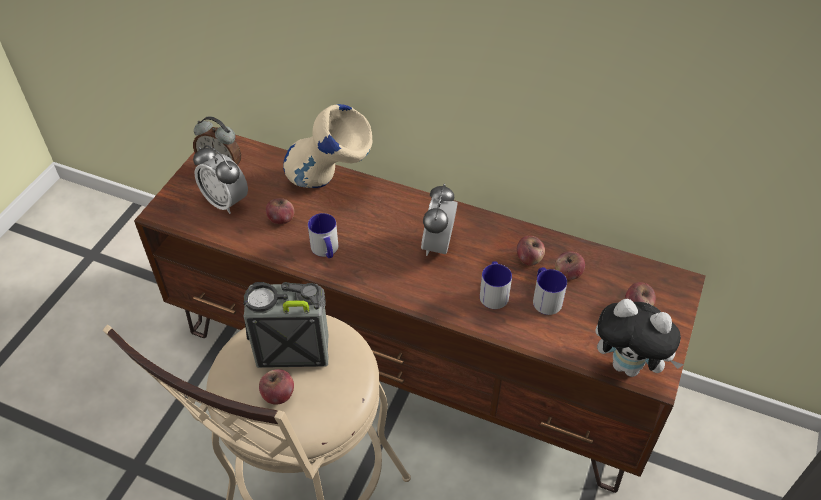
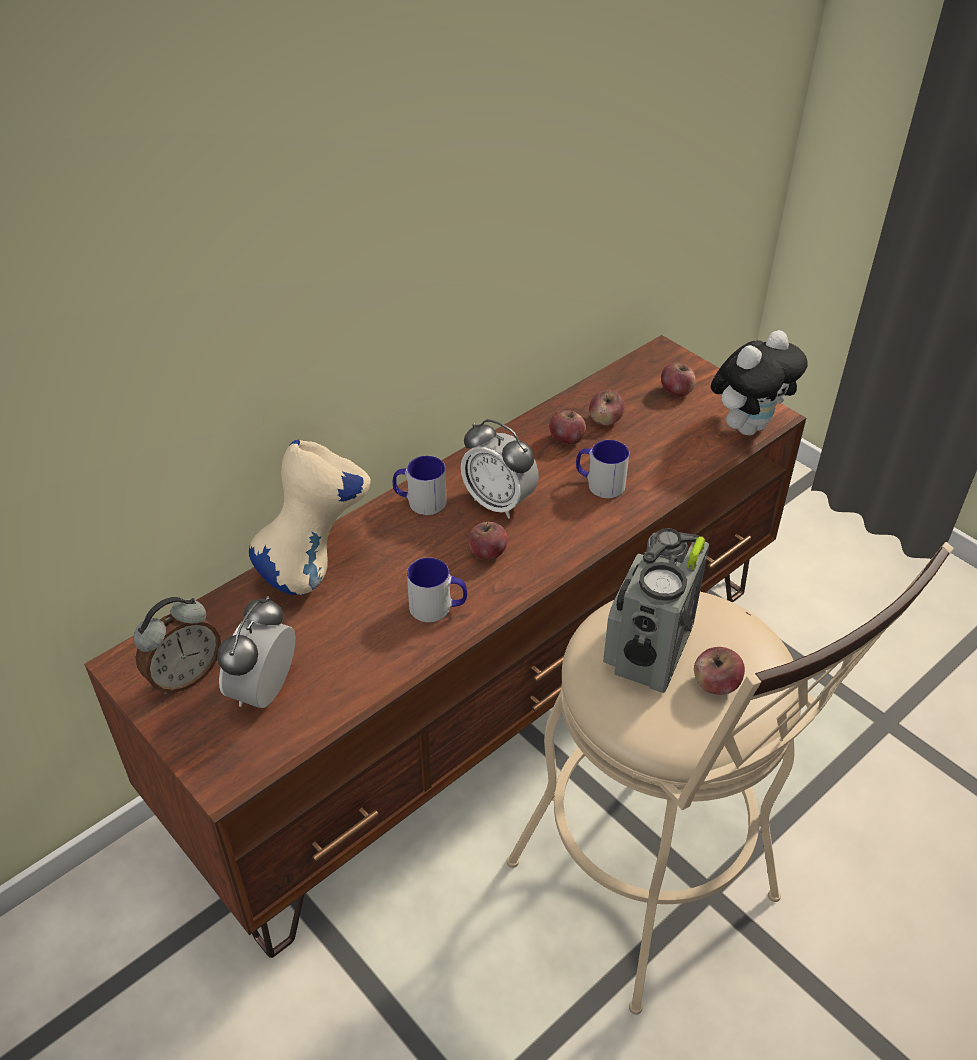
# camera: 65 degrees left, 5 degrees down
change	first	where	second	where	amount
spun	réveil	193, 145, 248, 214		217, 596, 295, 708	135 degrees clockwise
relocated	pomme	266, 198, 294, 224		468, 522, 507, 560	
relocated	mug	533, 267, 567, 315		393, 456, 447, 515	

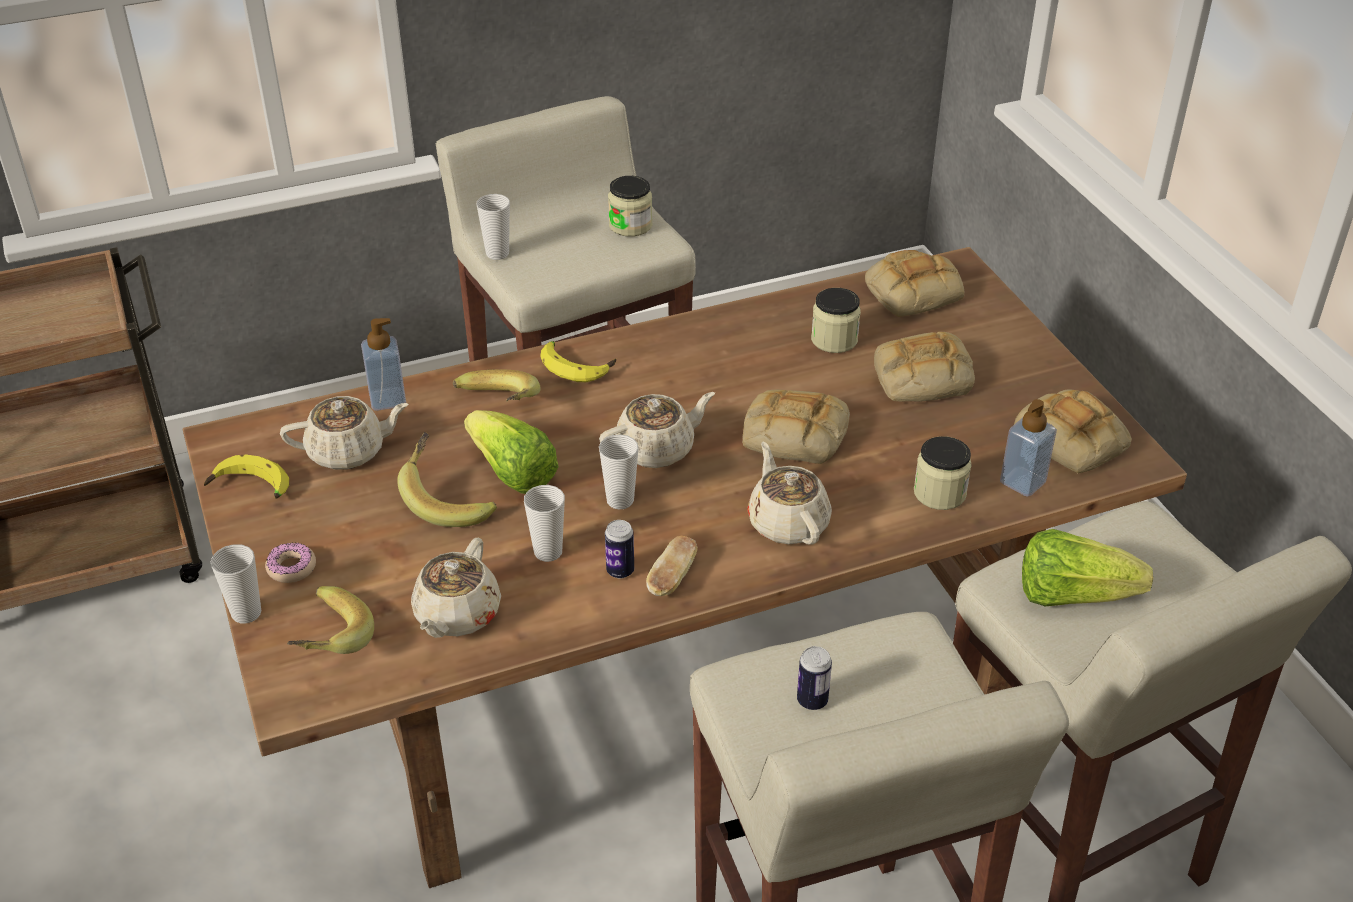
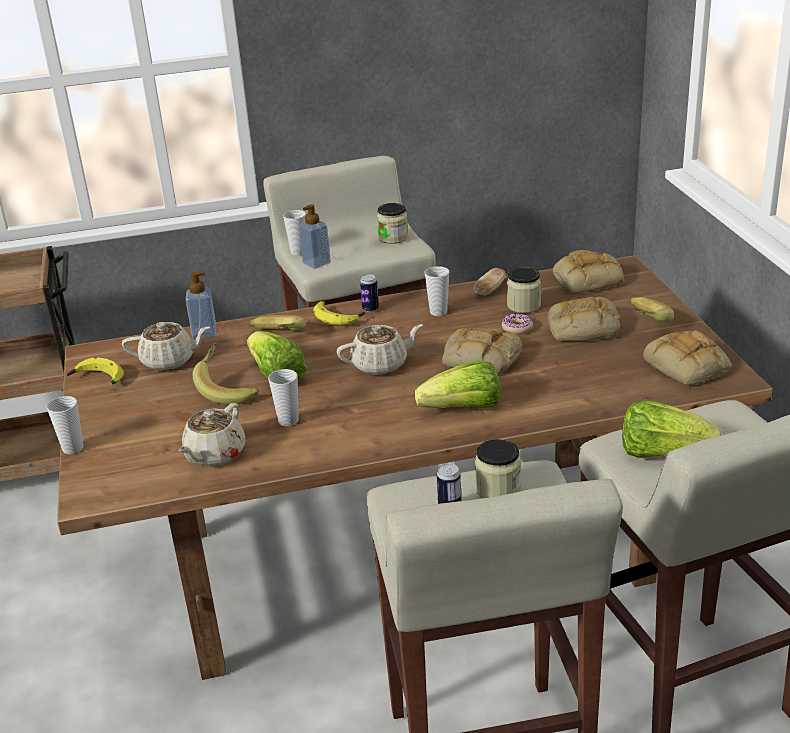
# camera: 10 degrees right, 10 degrees down
change	first	where	second	where	amount
relocated	beignet	265, 542, 316, 583		502, 313, 533, 334	
relocated	banane	287, 586, 374, 654		630, 297, 674, 323	
relocated	tasse	599, 434, 639, 510		424, 266, 449, 316	
relocated	boîte métallique	605, 520, 634, 579		360, 274, 379, 312	
relocated	pain	646, 536, 698, 596		474, 268, 506, 296	
exchanged	théière (beige)	747, 442, 832, 544	laitue	415, 360, 501, 408	
relocated	bocal	914, 436, 972, 510		475, 439, 521, 498	
relocated	distributeur de savon	1000, 399, 1057, 497		299, 204, 331, 269	

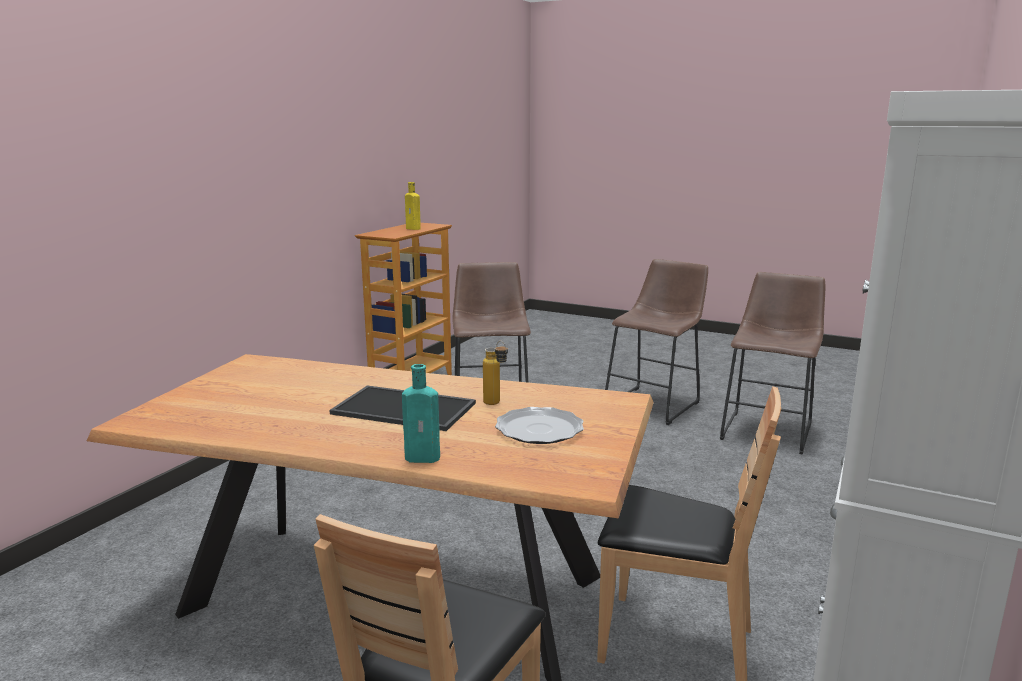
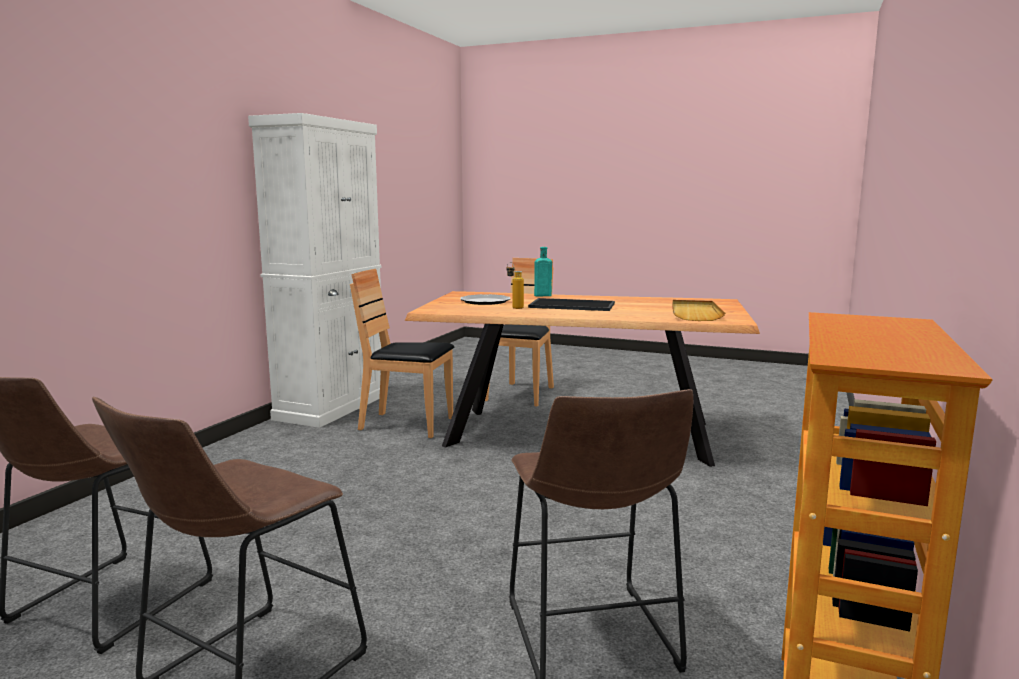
# camera: 175 degrees right, 5 degrees down
change	first	where	second	where	amount
missing	bouteille (jaune)	405, 182, 421, 230			
appeared			plateau (beige)	672, 300, 725, 321	

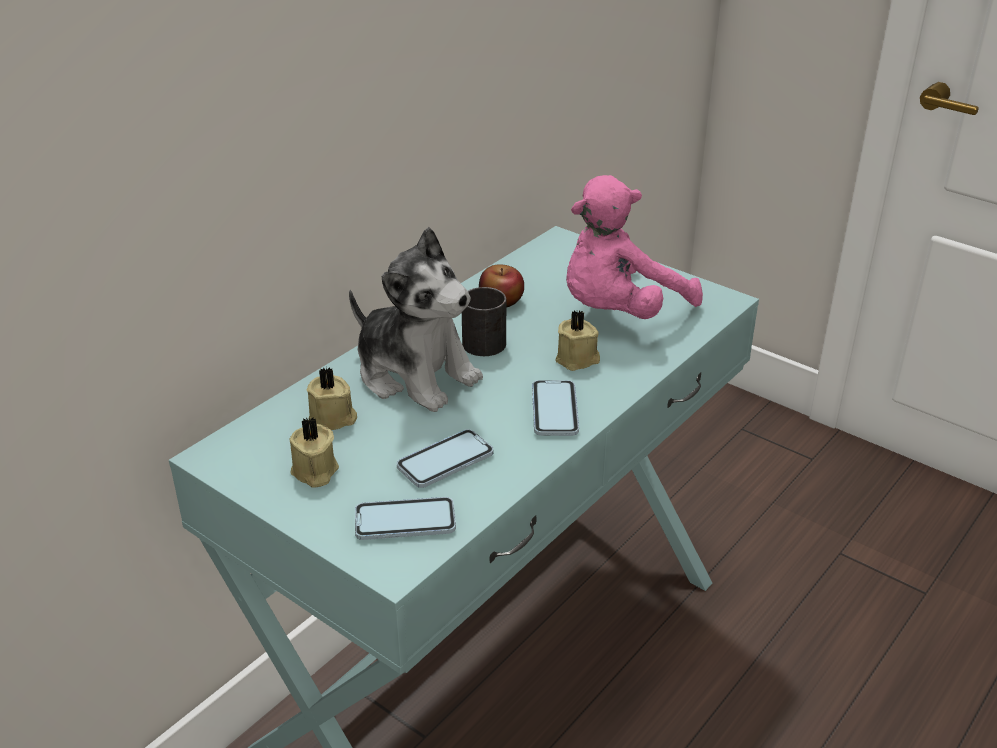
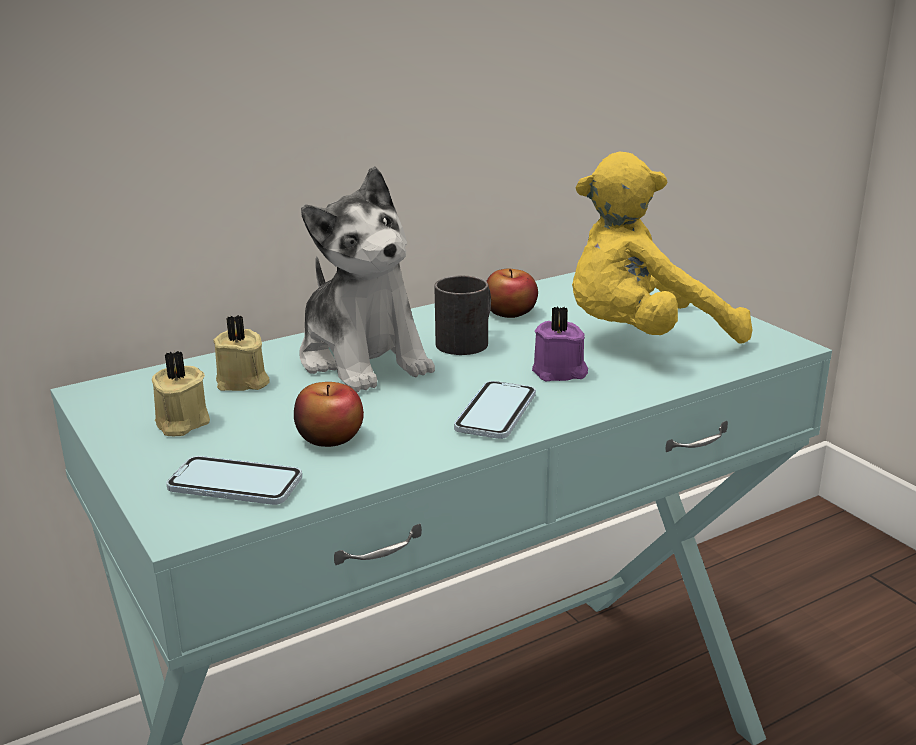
# camera: 20 degrees right, 10 degrees down
change	first	where	second	where	amount
exchanged	téléphone	397, 429, 493, 488	pomme	294, 382, 364, 447	
colour	bougie (beige)	555, 311, 600, 371	bougie (violet)	532, 306, 588, 381	
colour	peluche (rose)	566, 175, 703, 319	peluche (jaune)	572, 152, 752, 344	

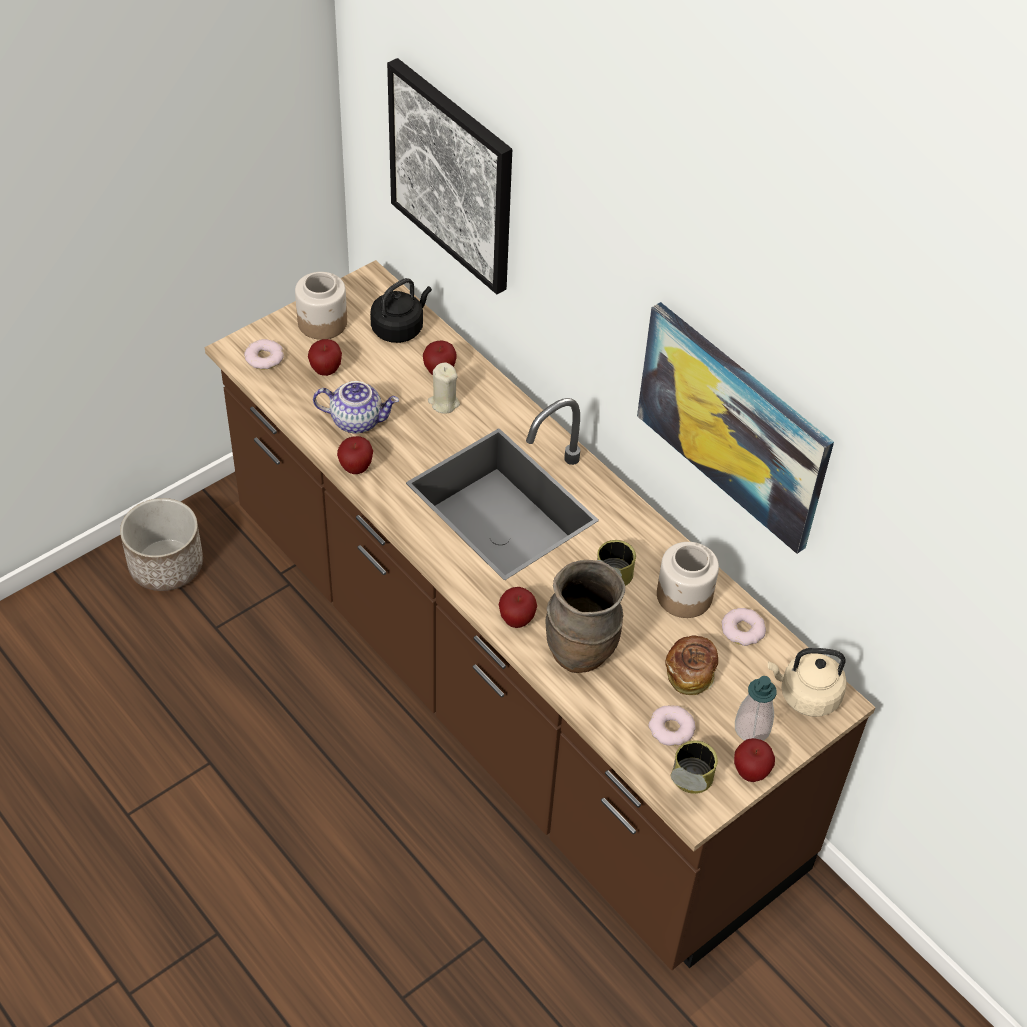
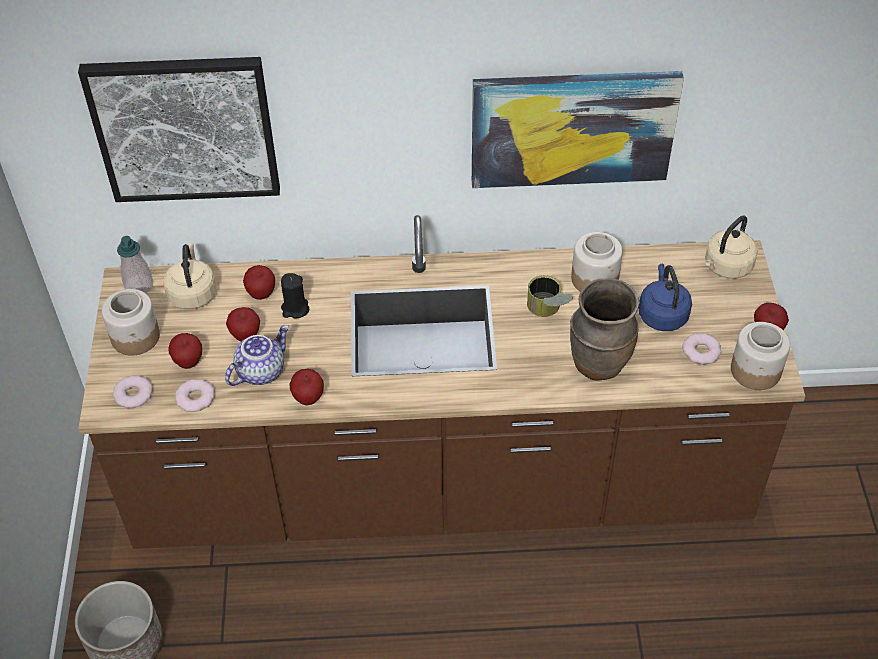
# camera: 50 degrees left, 0 degrees up
change	first	where	second	where	amount
colour	bouilloire (noir)	370, 278, 432, 343	bouilloire (beige)	163, 243, 216, 309	
colour	bougie (beige)	428, 362, 460, 414	bougie (noir)	281, 273, 309, 319	
relocated	pomme	499, 587, 537, 628		226, 307, 260, 341	
exchanged	pain	666, 635, 718, 695	bouilloire (bleu)	639, 264, 692, 331	
exchanged	boîte métallique	670, 741, 718, 794	bocal	731, 322, 790, 390	
relocated	beignet	722, 608, 766, 646		175, 379, 215, 412	
relocated	distributeur de savon	735, 676, 777, 741		117, 236, 153, 293	

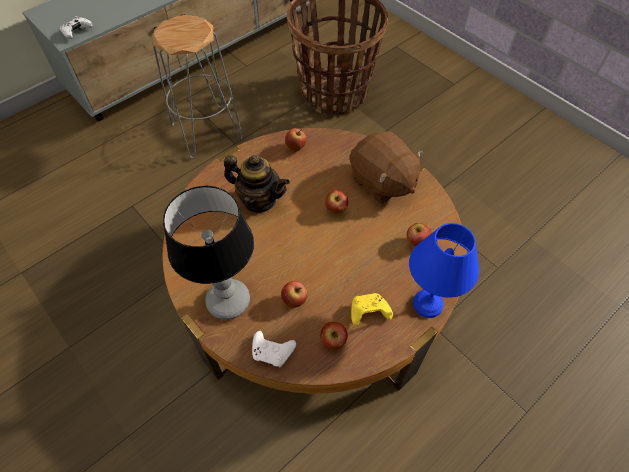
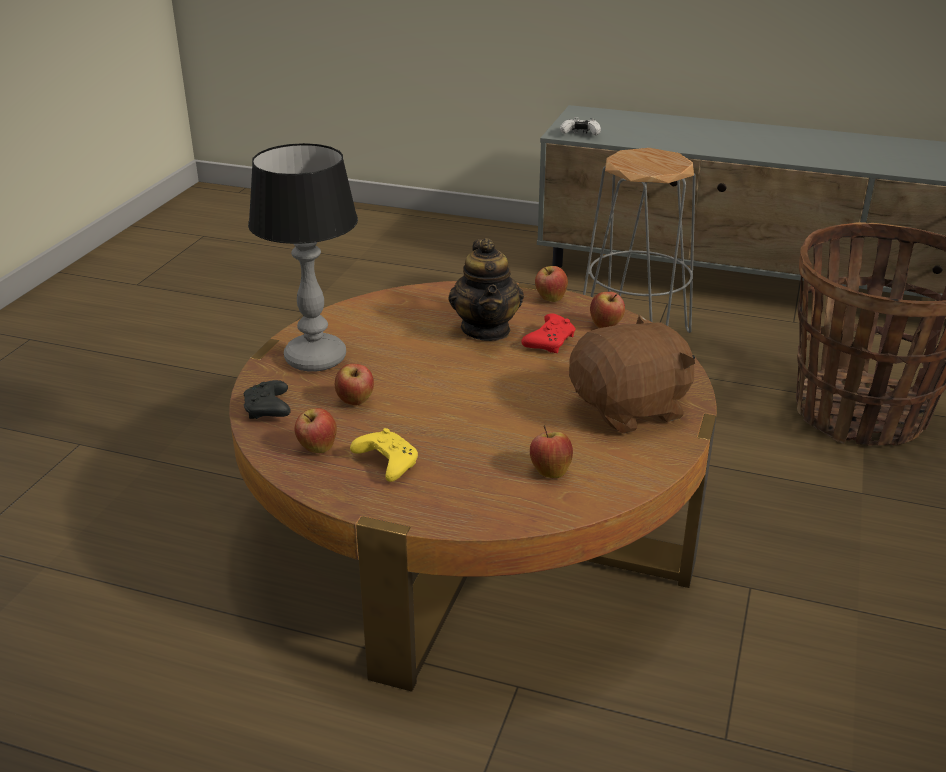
# camera: 60 degrees right, 25 degrees down
change	first	where	second	where	amount
colour	manette (blanc)	252, 331, 296, 367	manette (noir)	243, 380, 291, 419	
relocated	pomme	325, 190, 348, 214		535, 266, 568, 302	
spun	peluche (marron)	350, 131, 424, 204		569, 314, 695, 434	135 degrees counterclockwise
missing	lampe de table (bleu)	409, 223, 479, 318			
appeared			manette (rouge)	521, 313, 575, 353	

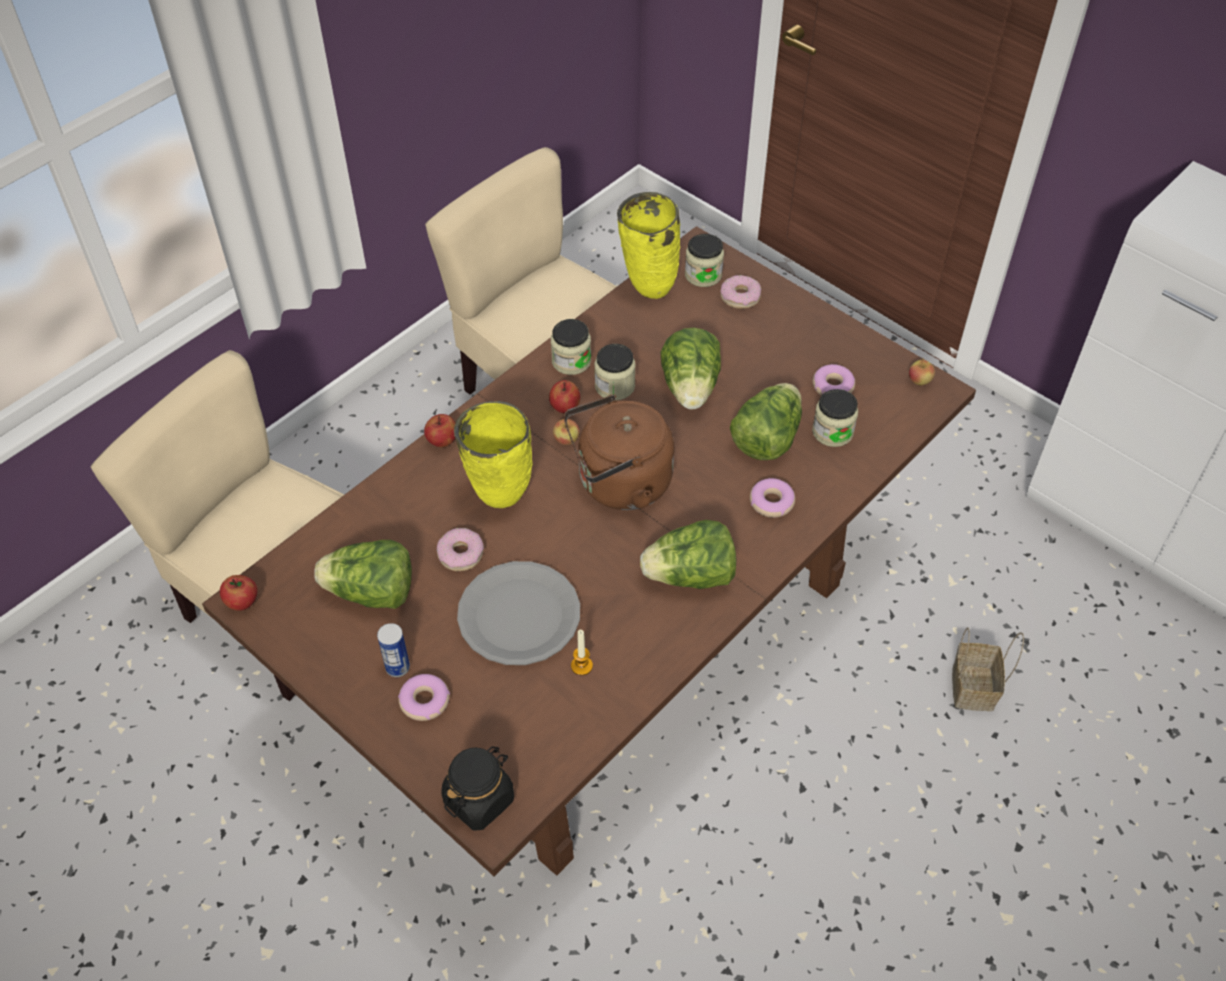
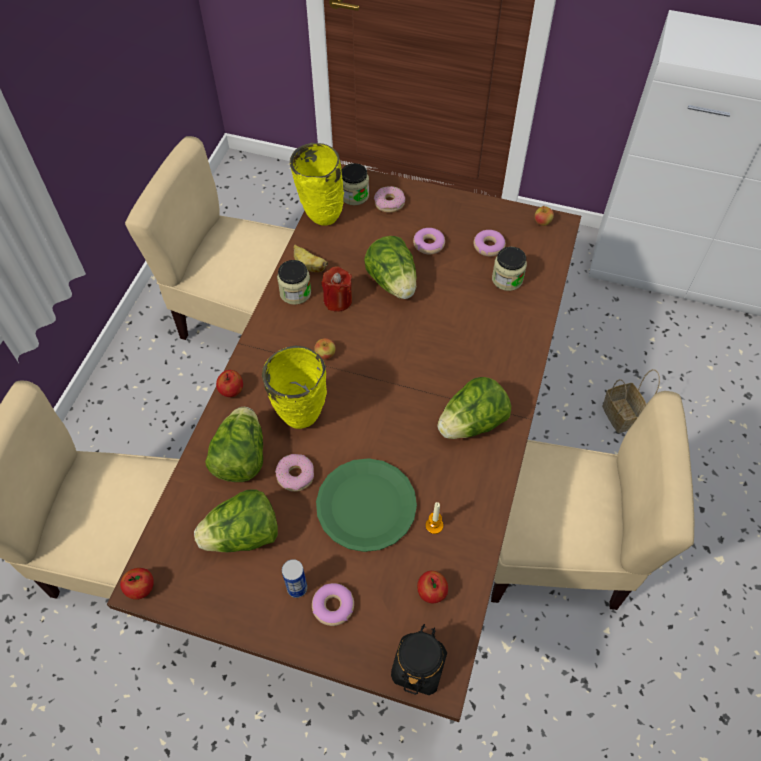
# camera: 25 degrees left, 5 degrees up
change	first	where	second	where	amount
colour	assiette (gris)	457, 561, 580, 665	assiette (vert)	316, 458, 417, 552	
relocated	pomme	549, 380, 580, 413		417, 571, 448, 603	
missing	bouilloire (marron)	564, 394, 674, 510			
exchanged	bocal	594, 344, 636, 400	bougie (rouge)	322, 266, 352, 312	
relocated	laitue	730, 383, 802, 460		205, 407, 263, 482	
relocated	beignet	750, 478, 795, 518		413, 228, 445, 254	
appeared			banane	294, 245, 328, 272	
appeared			chaise (beige)	491, 391, 695, 610	

